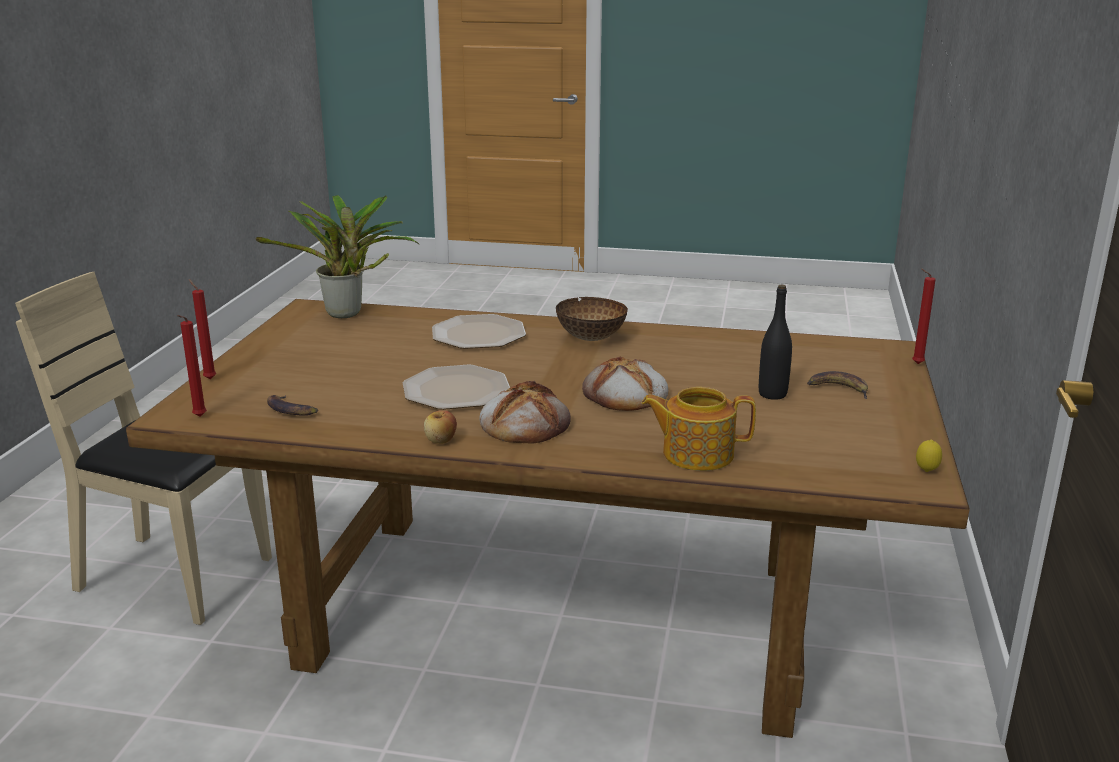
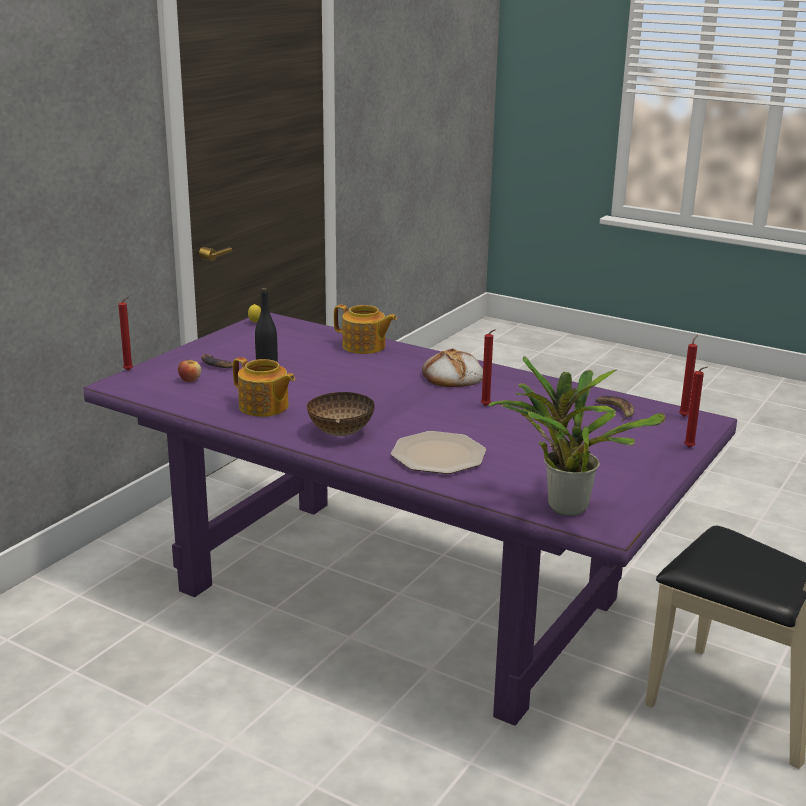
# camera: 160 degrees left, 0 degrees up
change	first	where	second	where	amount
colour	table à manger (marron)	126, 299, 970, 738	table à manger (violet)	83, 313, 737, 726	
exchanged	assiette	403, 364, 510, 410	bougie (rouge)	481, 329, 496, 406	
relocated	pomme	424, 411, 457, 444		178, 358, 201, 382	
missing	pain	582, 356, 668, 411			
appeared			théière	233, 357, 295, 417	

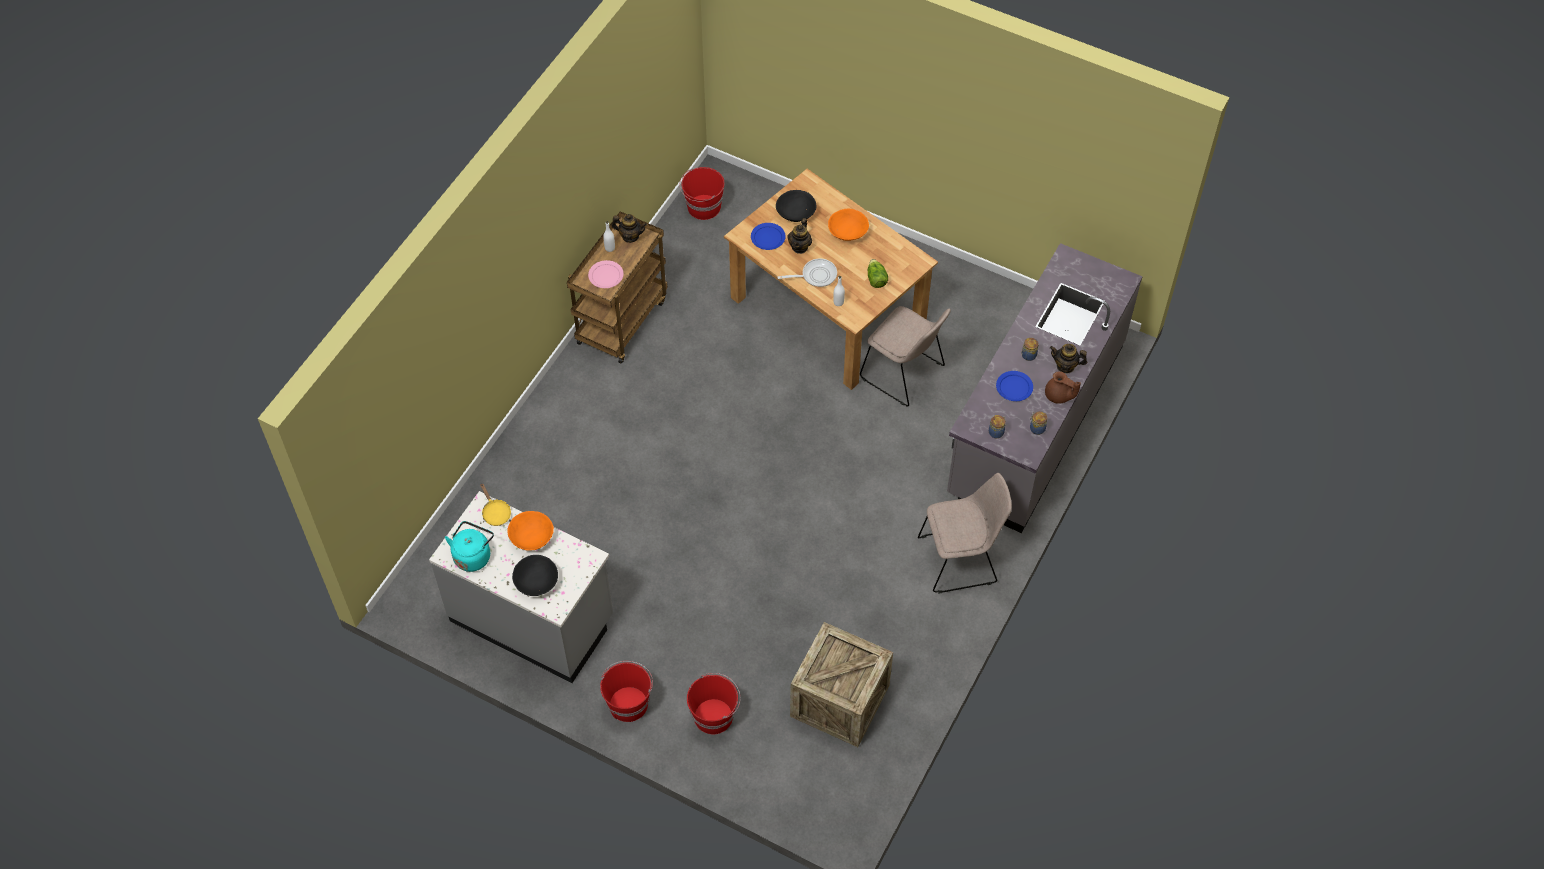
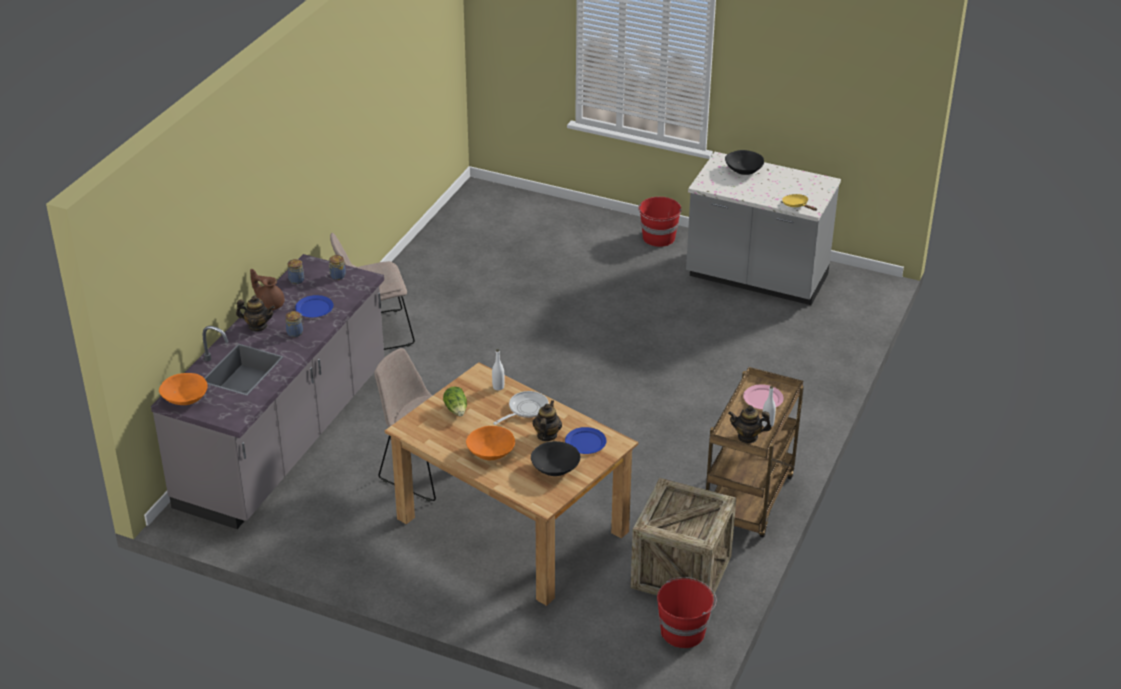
# camera: 175 degrees right, 20 degrees down
change	first	where	second	where	amount
missing	bouilloire (turquoise)	445, 521, 494, 572			
relocated	bol (orange)	508, 511, 554, 551		159, 373, 208, 405	
missing	seau (rouge)	687, 673, 741, 734			
spun	poêle	778, 258, 837, 287		493, 391, 549, 425	150 degrees clockwise
relocated	caisse	790, 622, 893, 747		630, 478, 736, 596	

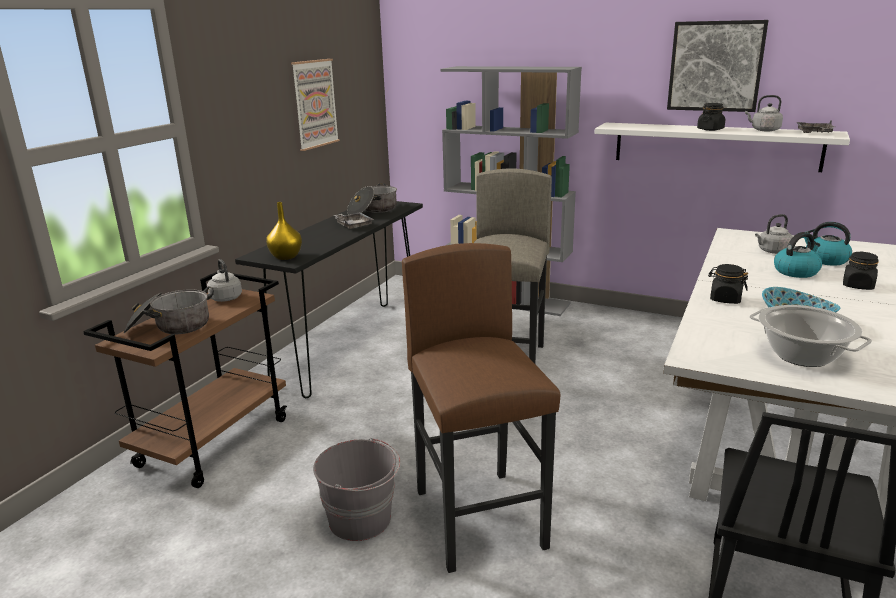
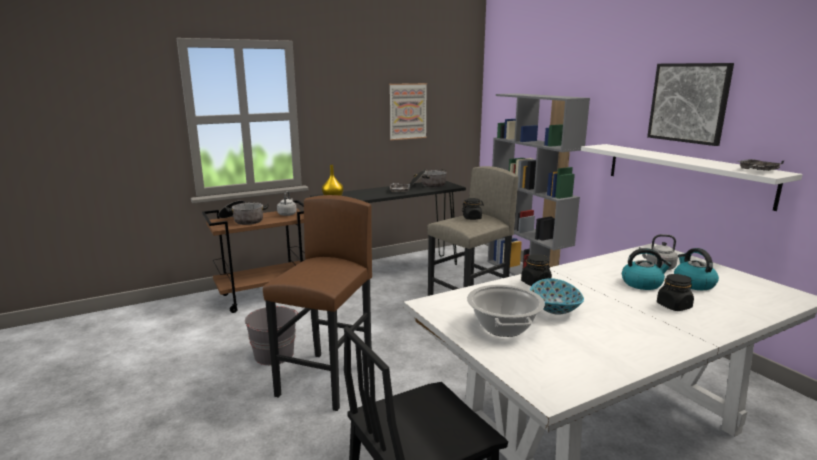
# camera: 35 degrees right, 5 degrees down
change	first	where	second	where	amount
relocated	bocal (noir)	697, 103, 725, 131		462, 198, 484, 220	
missing	bouilloire (gris)	745, 95, 783, 131			

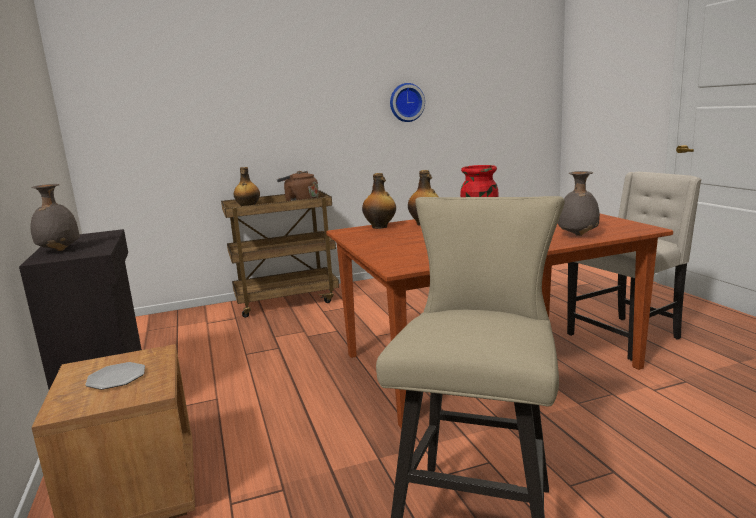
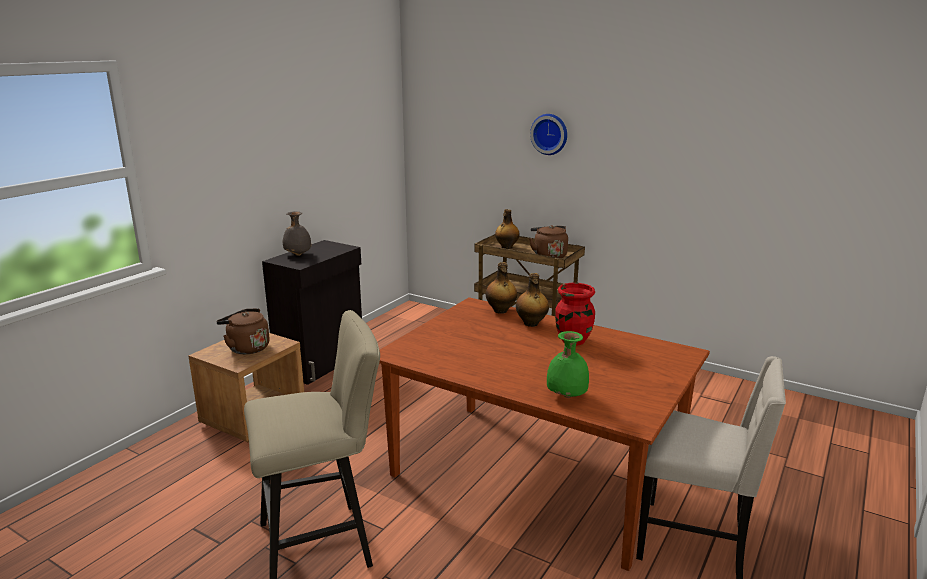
# camera: 50 degrees right, 5 degrees up
change	first	where	second	where	amount
exchanged	assiette	85, 362, 145, 390	bouilloire (marron)	216, 309, 270, 354	
relocated	horloge murale	390, 83, 425, 122		530, 114, 567, 155	
colour	vase (gris)	558, 171, 600, 236	vase (vert)	547, 331, 589, 398	

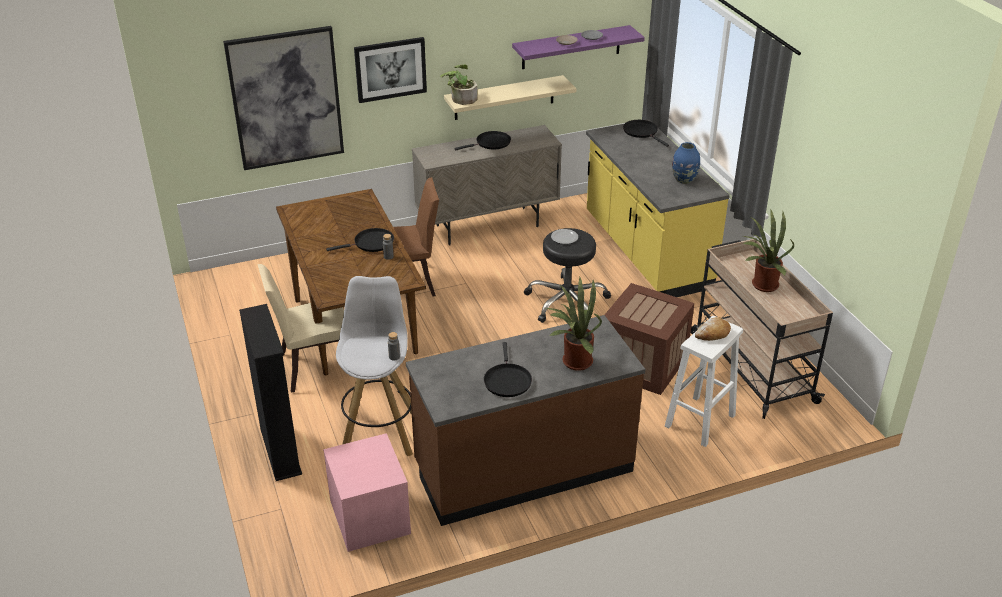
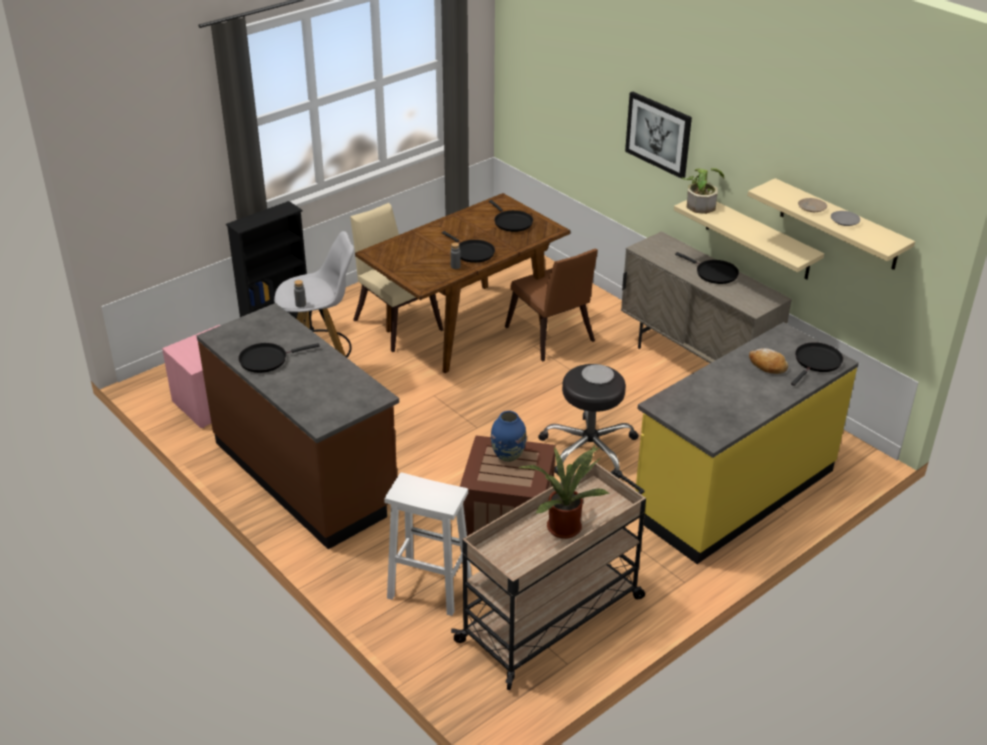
# camera: 70 degrees right, 0 degrees up
change	first	where	second	where	amount
missing	tableau	223, 26, 344, 170			
colour	étagère (violet)	512, 25, 645, 69	étagère (beige)	747, 178, 915, 270	
missing	plante en pot	546, 277, 602, 371			
relocated	vase (bleu)	672, 142, 700, 184		491, 411, 527, 462	
relocated	pain	695, 317, 731, 341		749, 348, 788, 374	
appeared			poêle (noir)	489, 200, 533, 232	

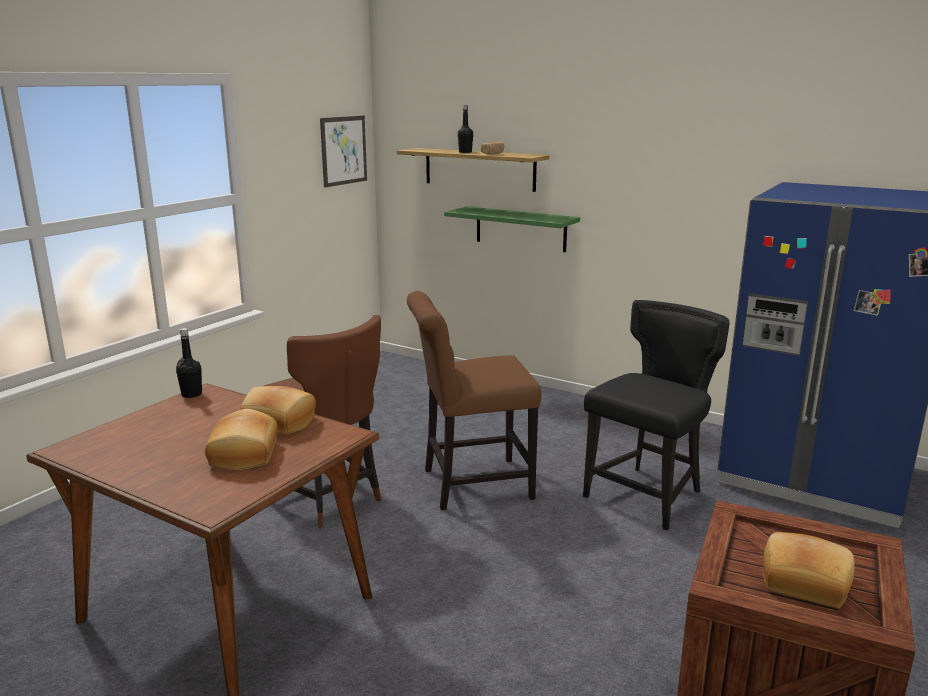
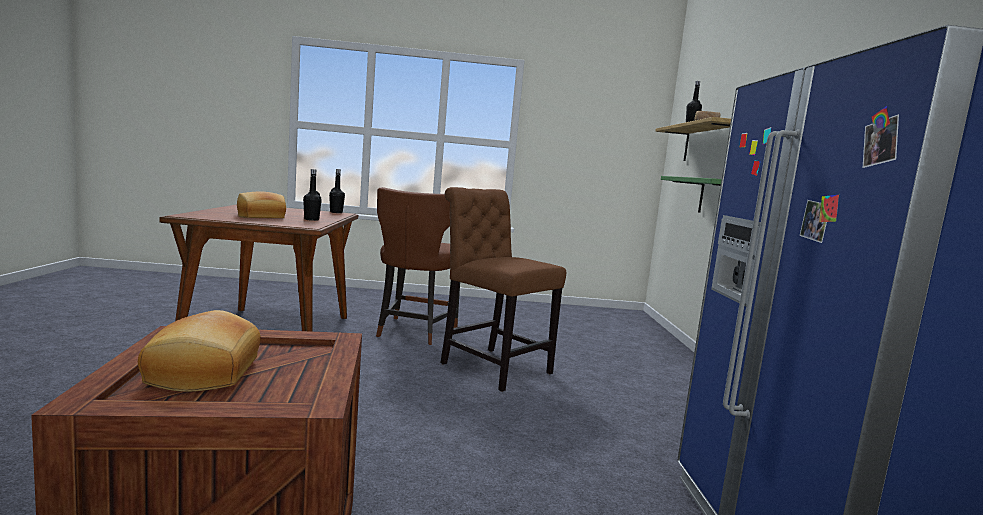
# camera: 55 degrees right, 10 degrees down
change	first	where	second	where	amount
exchanged	pain	240, 386, 316, 435	bouteille (noir)	303, 169, 322, 221	
missing	tableau	320, 116, 367, 188			
missing	chaise (noir)	583, 300, 730, 530			

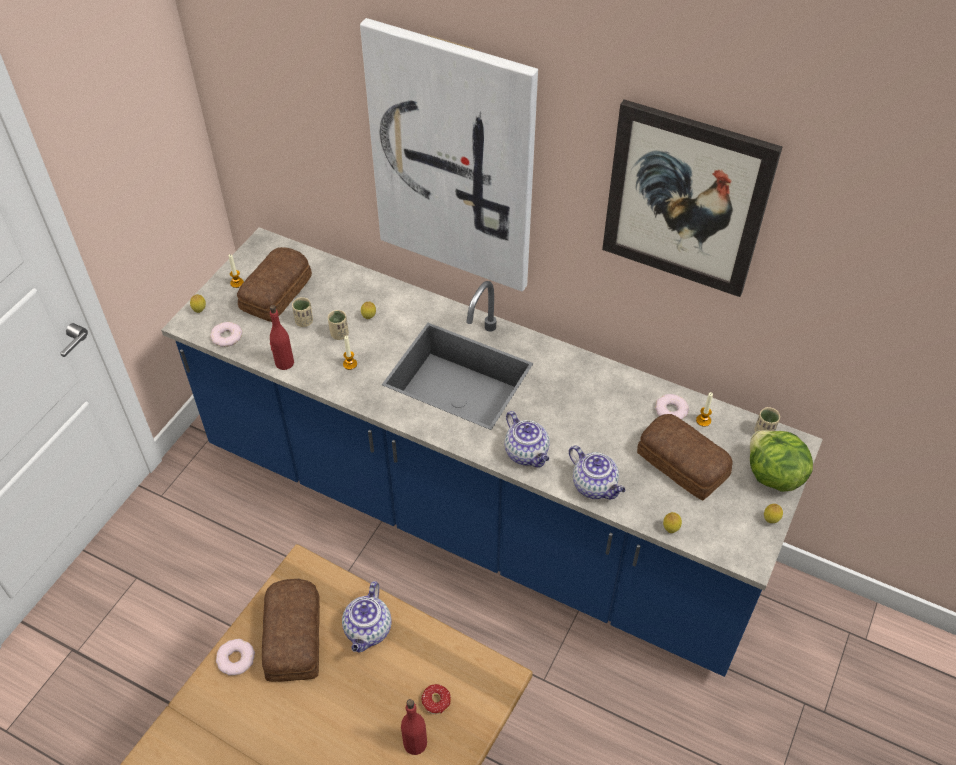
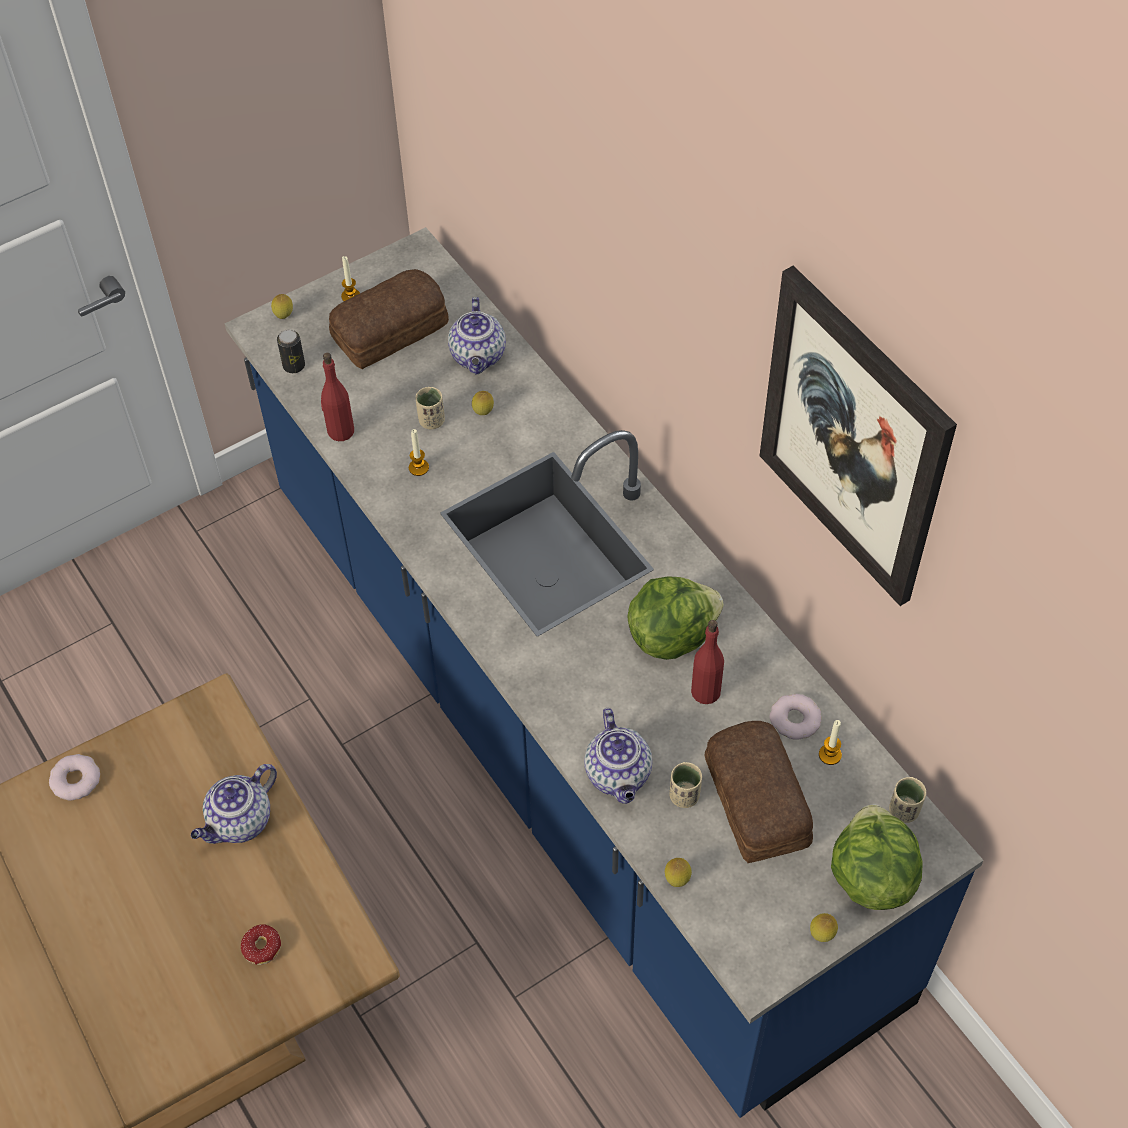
# camera: 30 degrees right, 5 degrees up
change	first	where	second	where	amount
exchanged	beignet	210, 322, 242, 347	boîte métallique	277, 329, 305, 373	
missing	pain	262, 579, 320, 682			
relocated	tasse (beige)	292, 297, 313, 327		669, 762, 702, 808	
missing	tableau	360, 18, 538, 291			
relocated	bouteille (rouge)	401, 699, 427, 755		691, 620, 724, 704	
relocated	théière	505, 411, 550, 467		448, 297, 506, 374	
appeared			laitue	627, 577, 724, 660	

